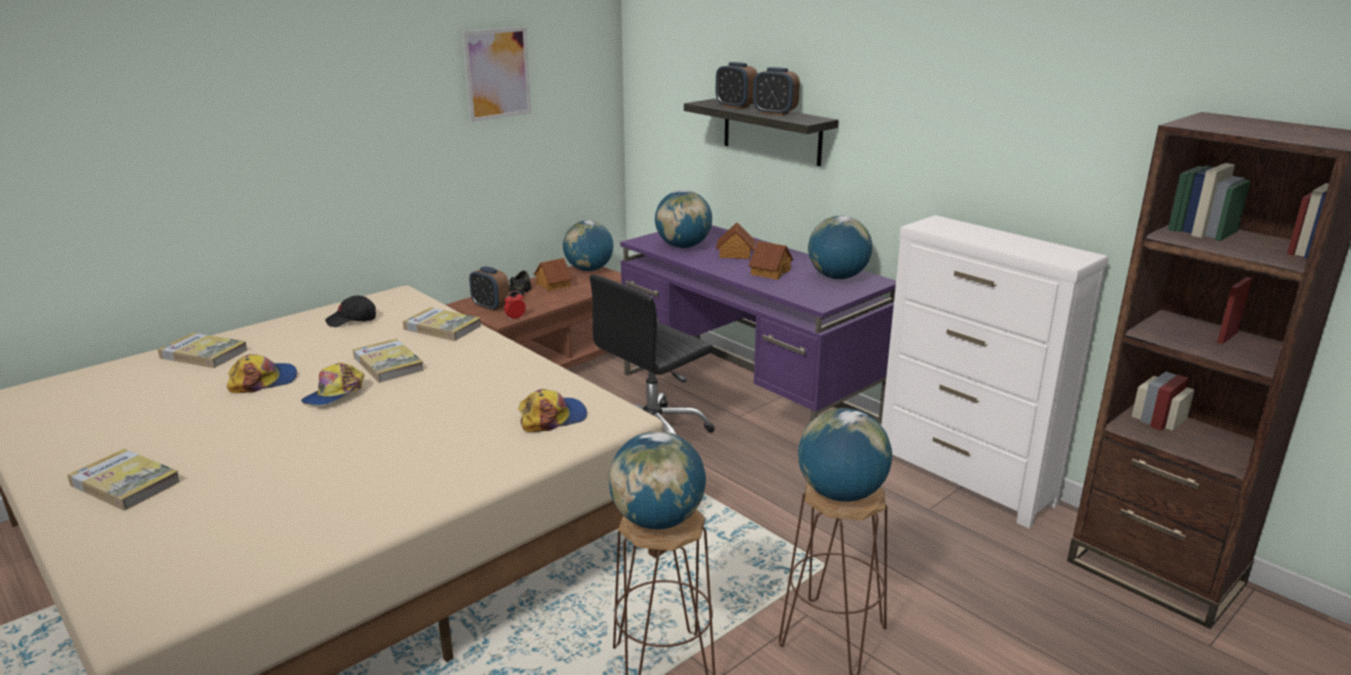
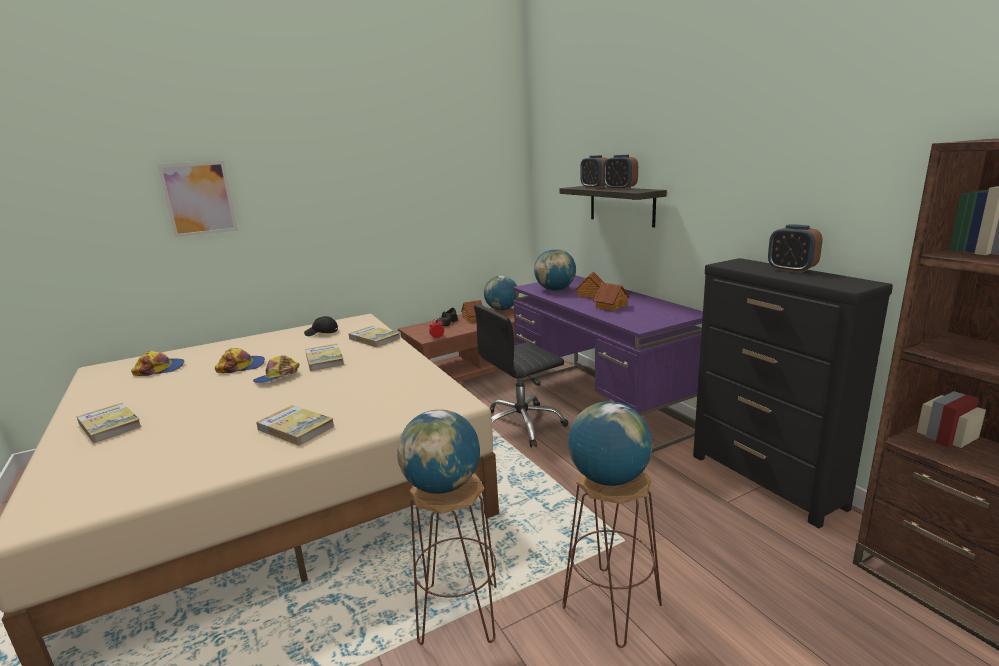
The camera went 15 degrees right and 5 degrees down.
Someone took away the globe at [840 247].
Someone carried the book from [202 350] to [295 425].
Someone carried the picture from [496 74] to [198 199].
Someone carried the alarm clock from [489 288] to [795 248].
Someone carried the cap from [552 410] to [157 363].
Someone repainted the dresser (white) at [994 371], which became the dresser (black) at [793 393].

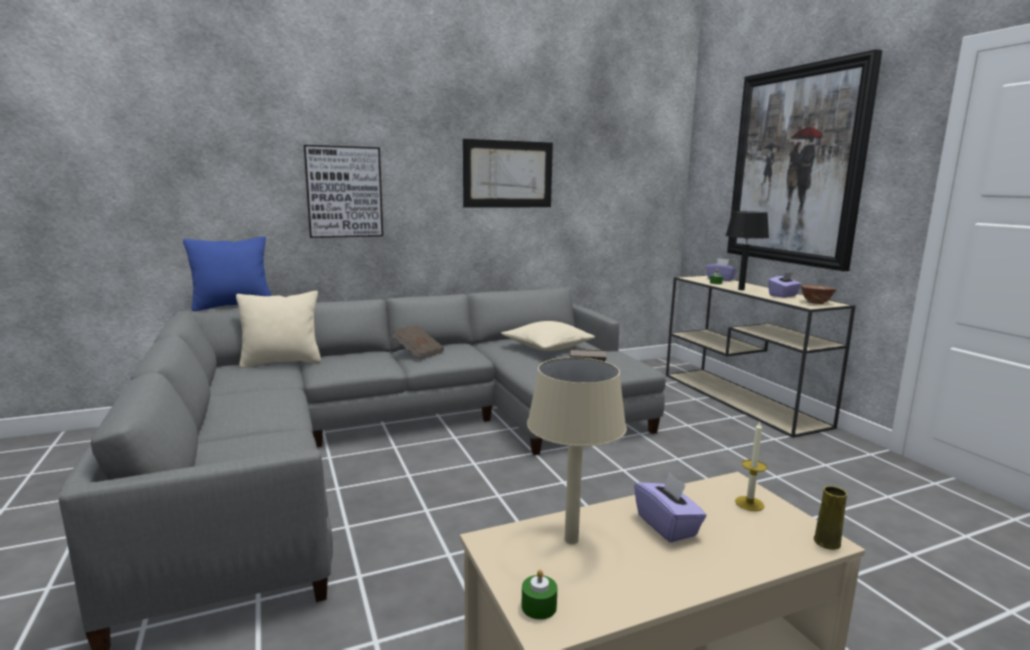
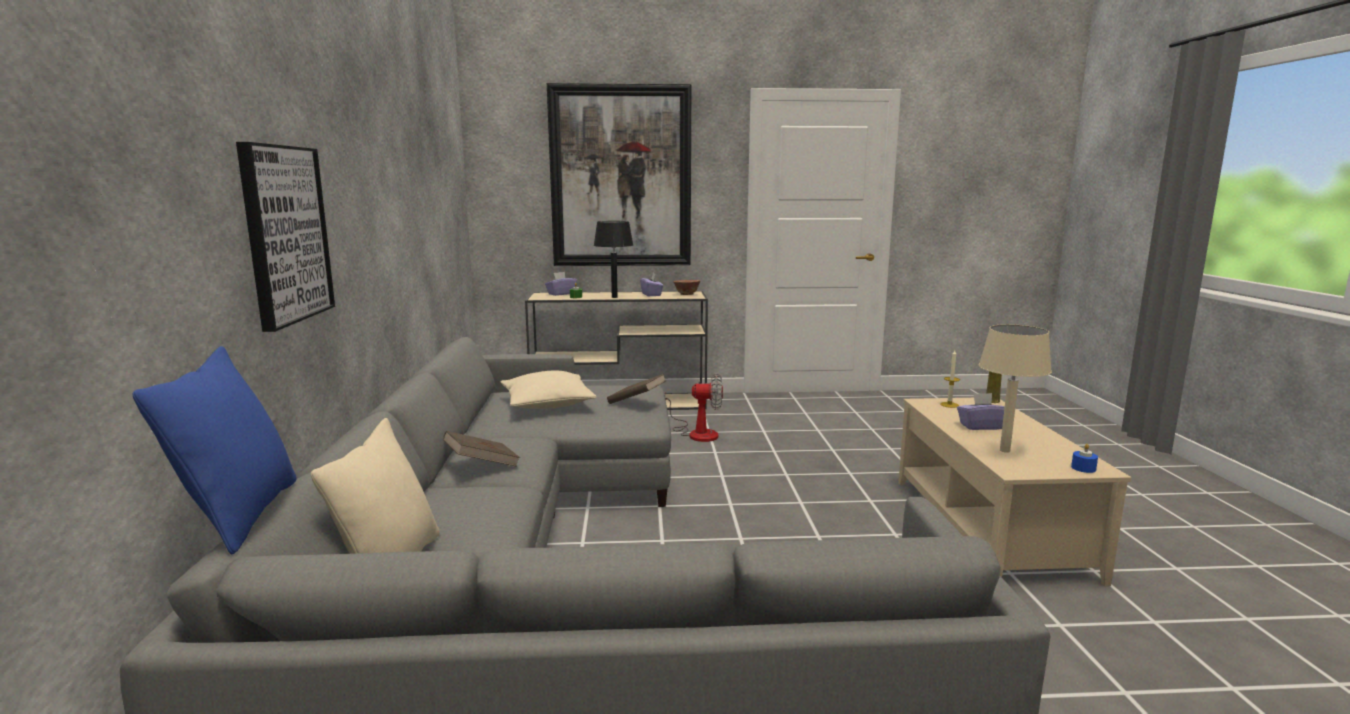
The camera went 70 degrees left and 0 degrees up.
Someone took away the picture at [508 173].
Someone put down the fan at [693 407].
Someone repainted the candle (green) at [539 594], which became the candle (blue) at [1084 458].

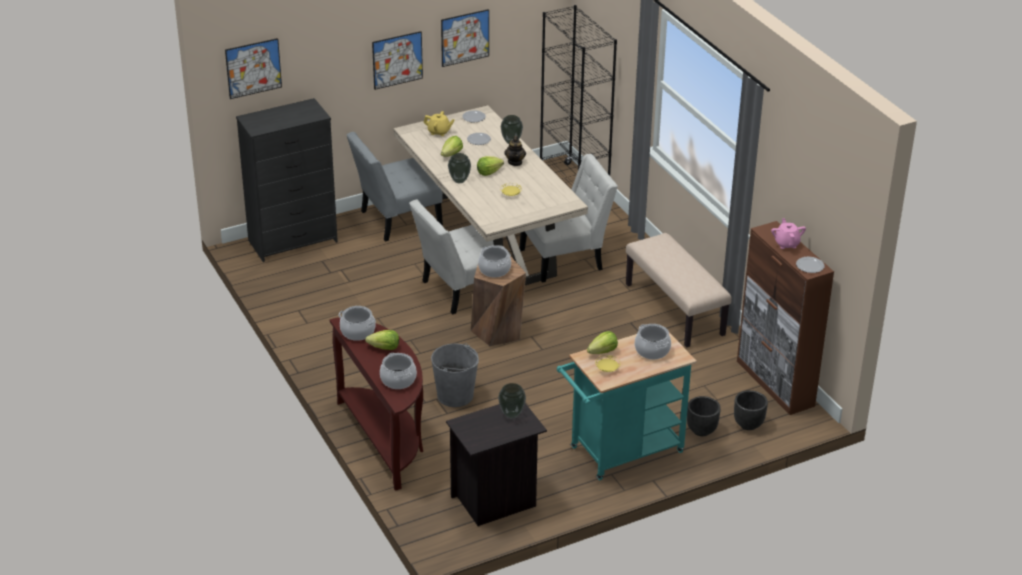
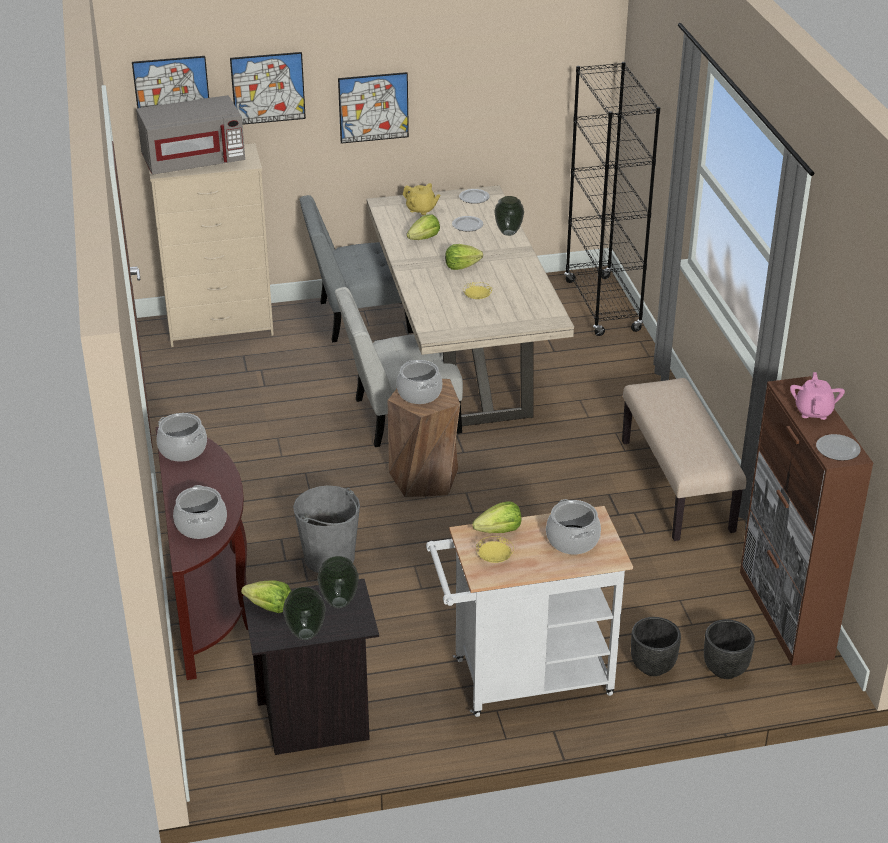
The camera went 15 degrees right and 0 degrees up.
Someone took away the teapot at [515 151].
Someone took away the chair (white) at [568 218].
Someone put down the microwave (grey) at [190 135].
Someone carried the lettuce from [382 340] to [266 596].
Someone carried the picture from [465 38] to [268 88].
Someone carried the vase from [459 168] to [304 613].
Someone repainted the dresser (black) at [287 180], which became the dresser (beige) at [211 245].
Someone repainted the cart (turquoise) at [627 406], which became the cart (white) at [529 611].

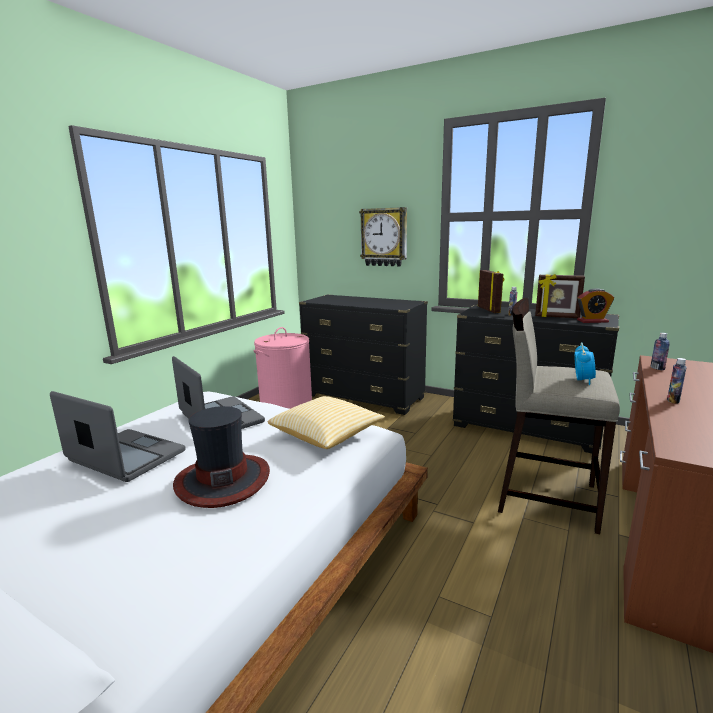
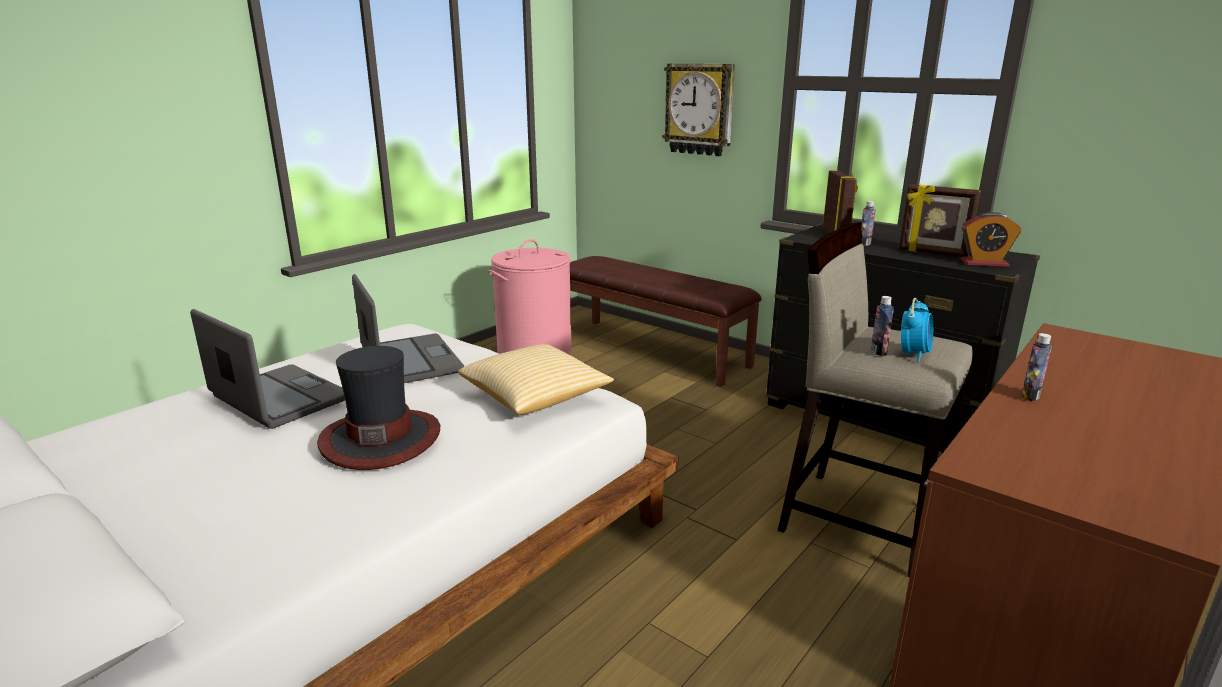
The camera went 10 degrees right and 5 degrees up.
Someone carried the bottle from [660 351] to [882 326].
Someone swapped the dresser (black) at [363 354] for the bench (brown) at [666 321].

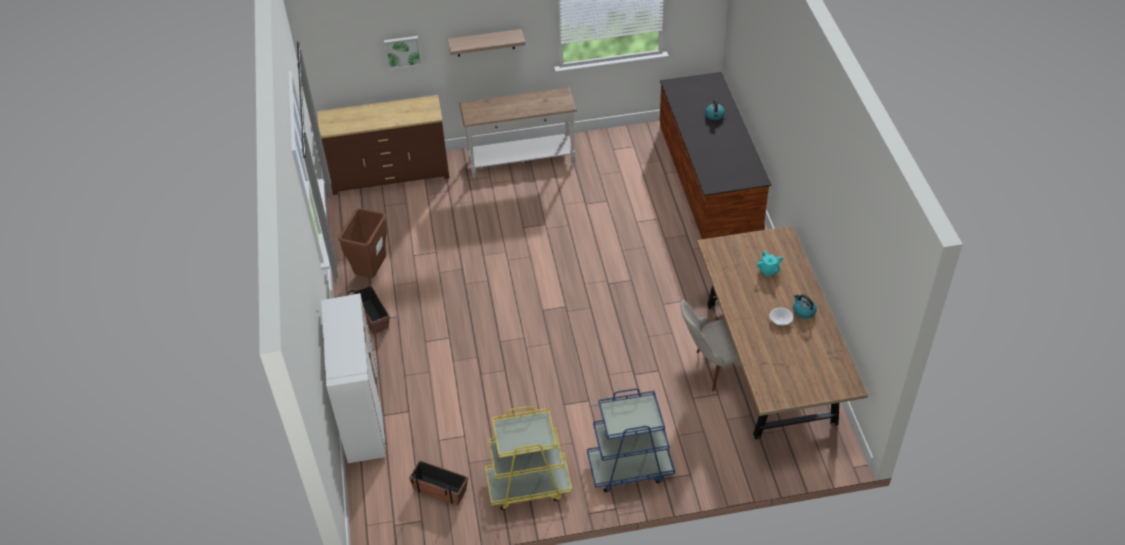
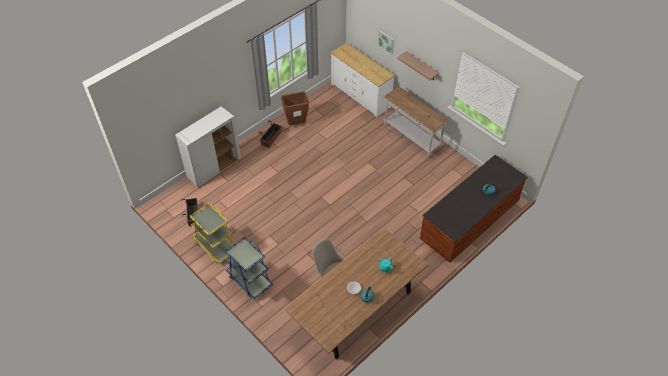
The camera went 55 degrees right and 5 degrees up.
Someone repainted the dresser (brown) at [383 145], which became the dresser (white) at [363 79].

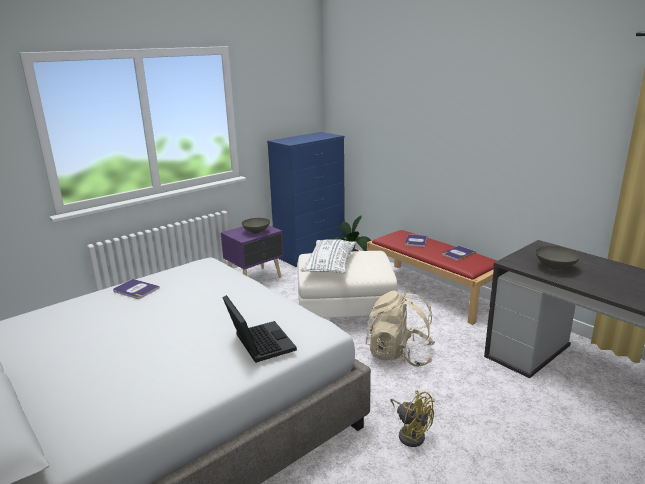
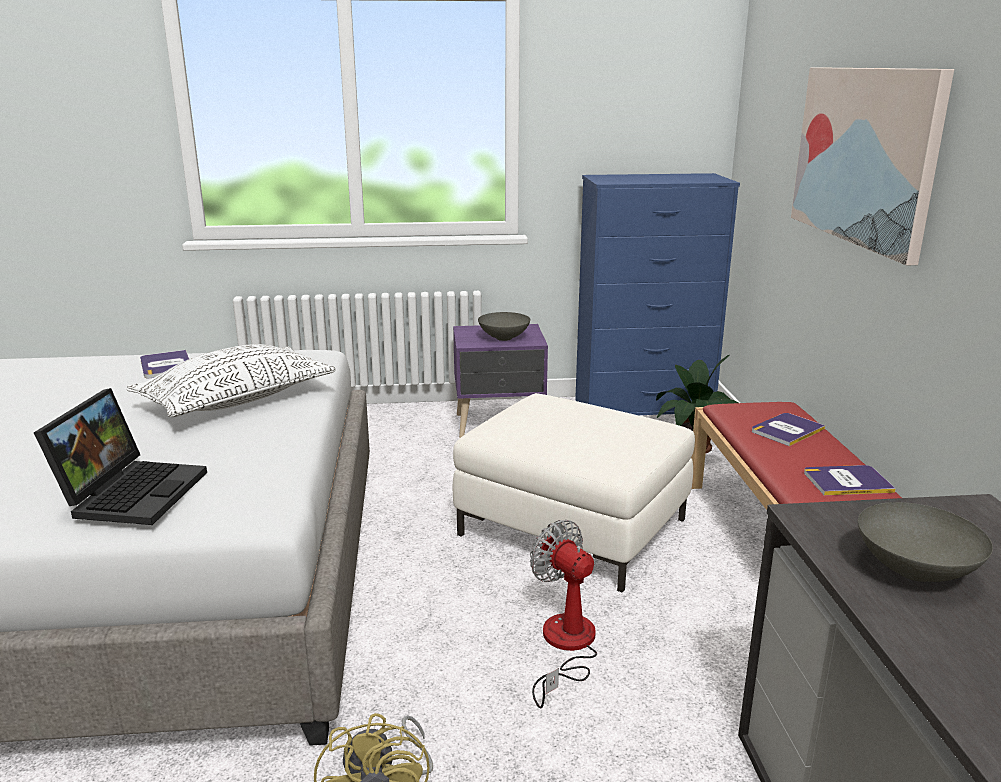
The camera went 35 degrees right and 0 degrees up.
Someone put up the picture at [872 166].
Someone carried the pillow (white) from [328 256] to [231 380].
Someone swapped the backpack (beige) at [400 329] for the fan at [563 614].

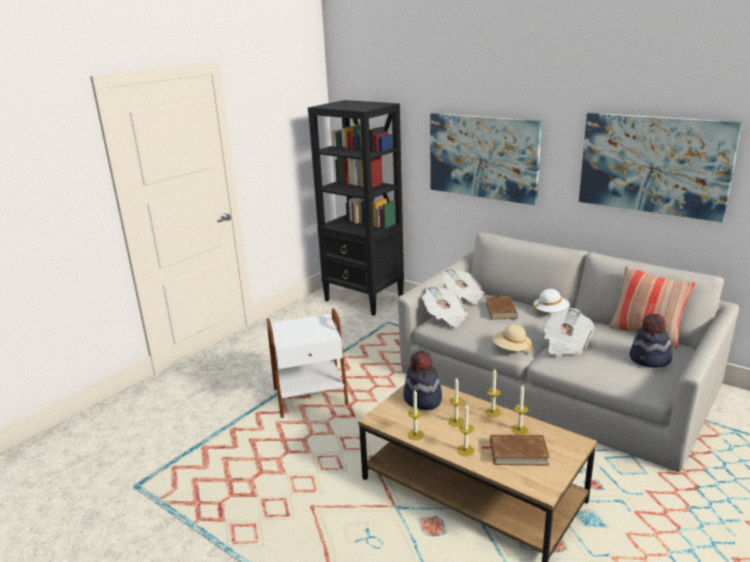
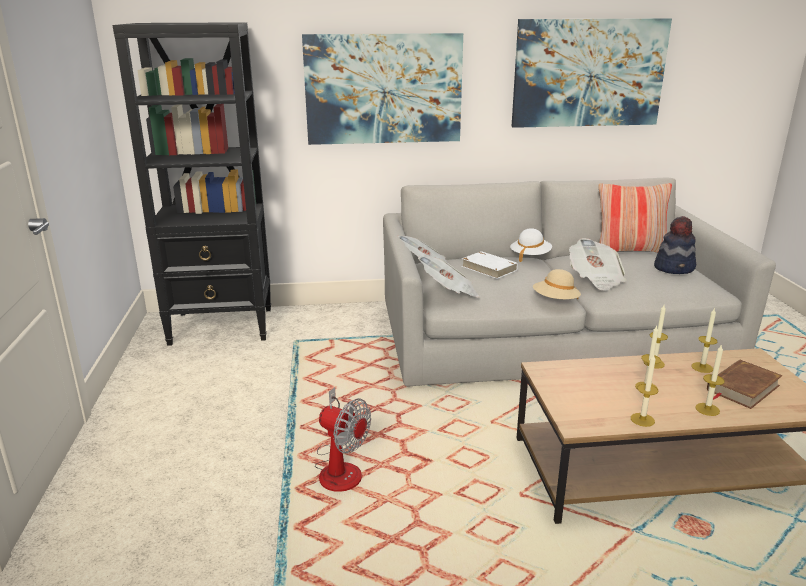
The camera went 45 degrees left and 0 degrees up.
Someone took away the hat at [422 380].
Someone swapped the side table (white) at [308 363] for the fan at [343 439].
Someone repainted the book (brown) at [502 308], which became the book (white) at [489 265].

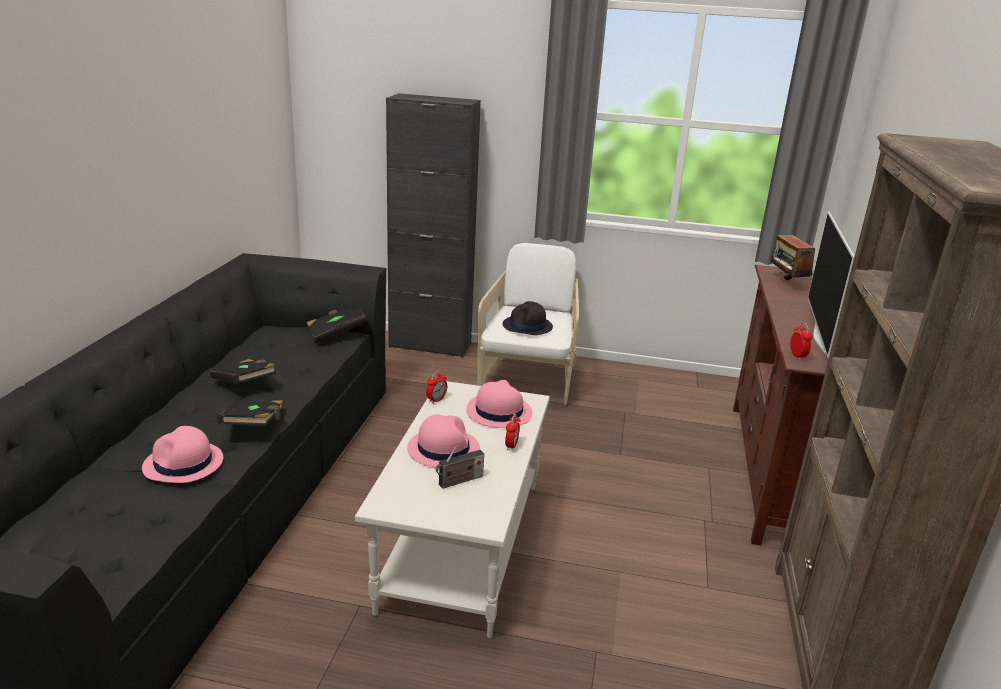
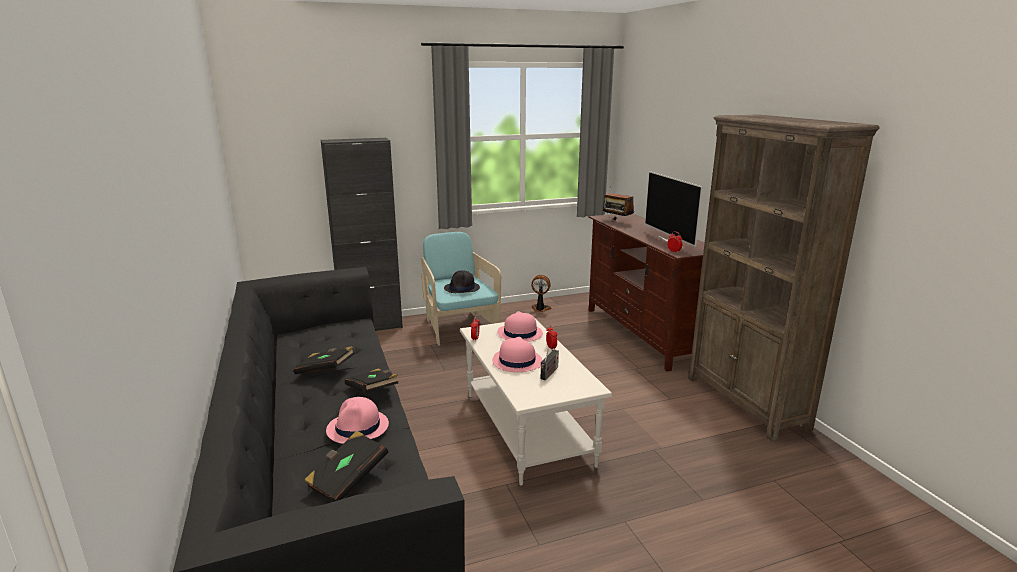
The camera went 30 degrees left and 5 degrees down.
Someone put down the fan at [541 293].
Someone carried the book (black) from [337 325] to [346 466].
Someone repainted the armchair (white) at [528 324], which became the armchair (turquoise) at [461 289].

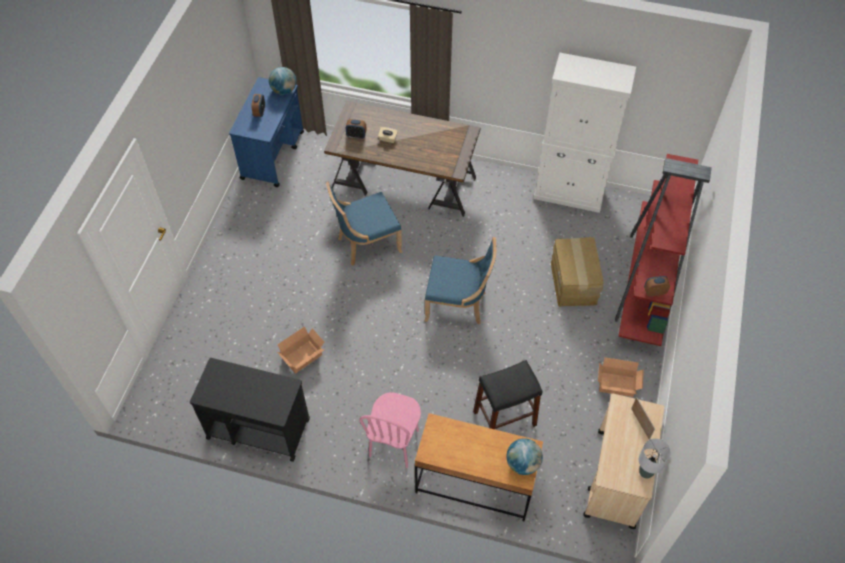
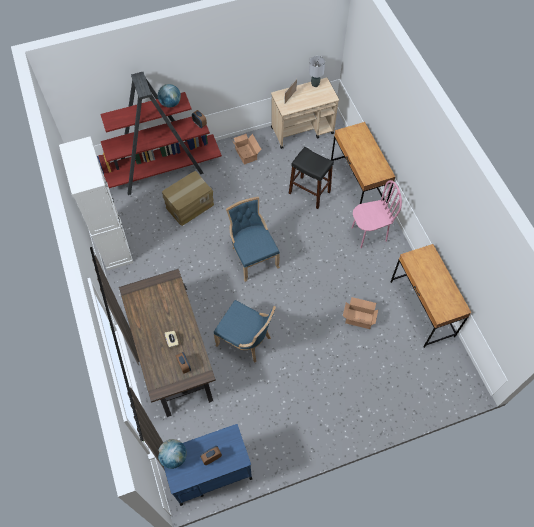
The camera went 125 degrees left and 5 degrees up.
Someone carried the globe from [524 456] to [169 96].
Someone swapped the cart (black) at [250 410] for the desk (brown) at [431 296].

